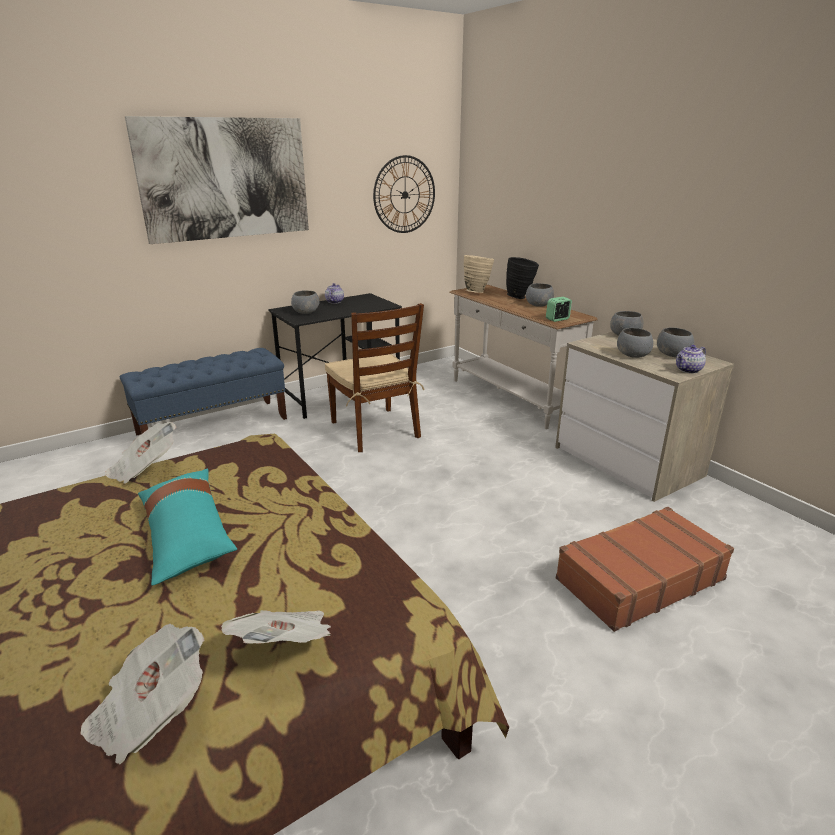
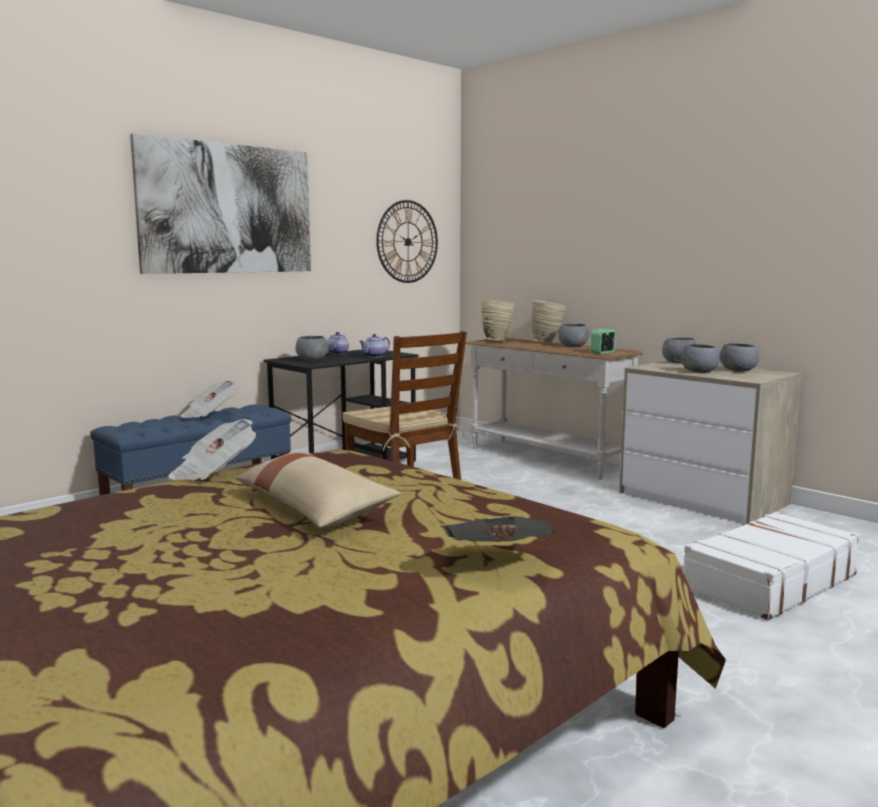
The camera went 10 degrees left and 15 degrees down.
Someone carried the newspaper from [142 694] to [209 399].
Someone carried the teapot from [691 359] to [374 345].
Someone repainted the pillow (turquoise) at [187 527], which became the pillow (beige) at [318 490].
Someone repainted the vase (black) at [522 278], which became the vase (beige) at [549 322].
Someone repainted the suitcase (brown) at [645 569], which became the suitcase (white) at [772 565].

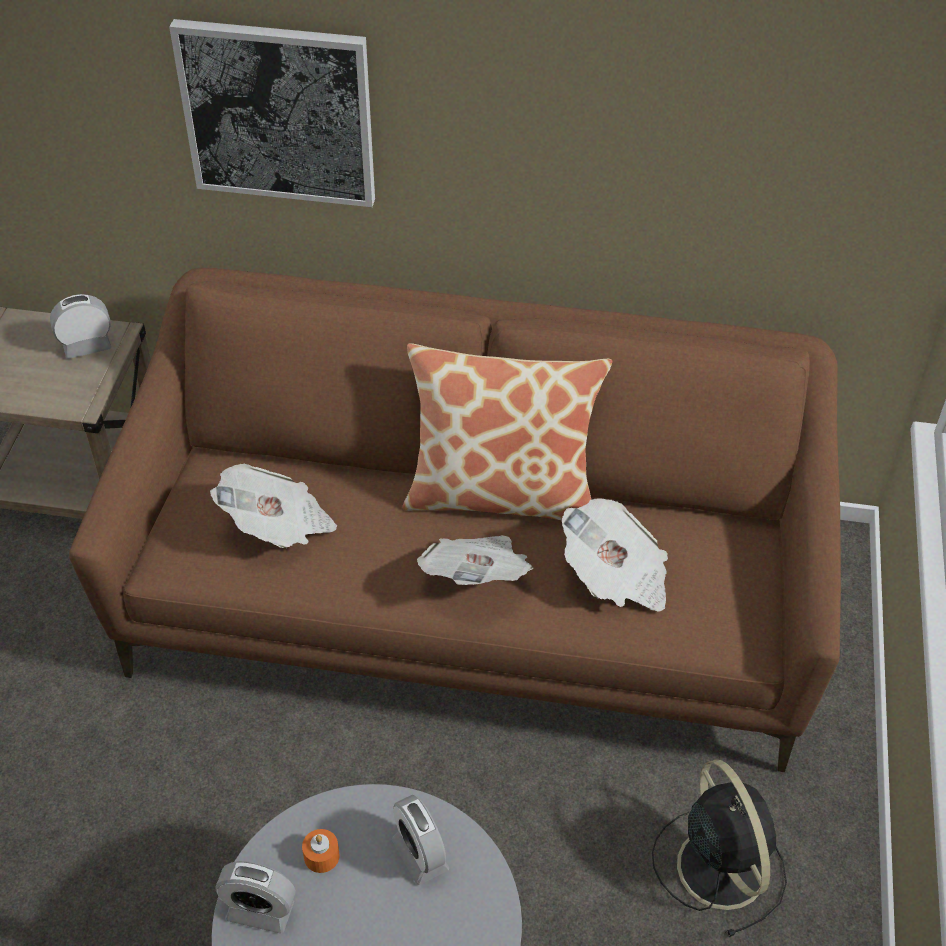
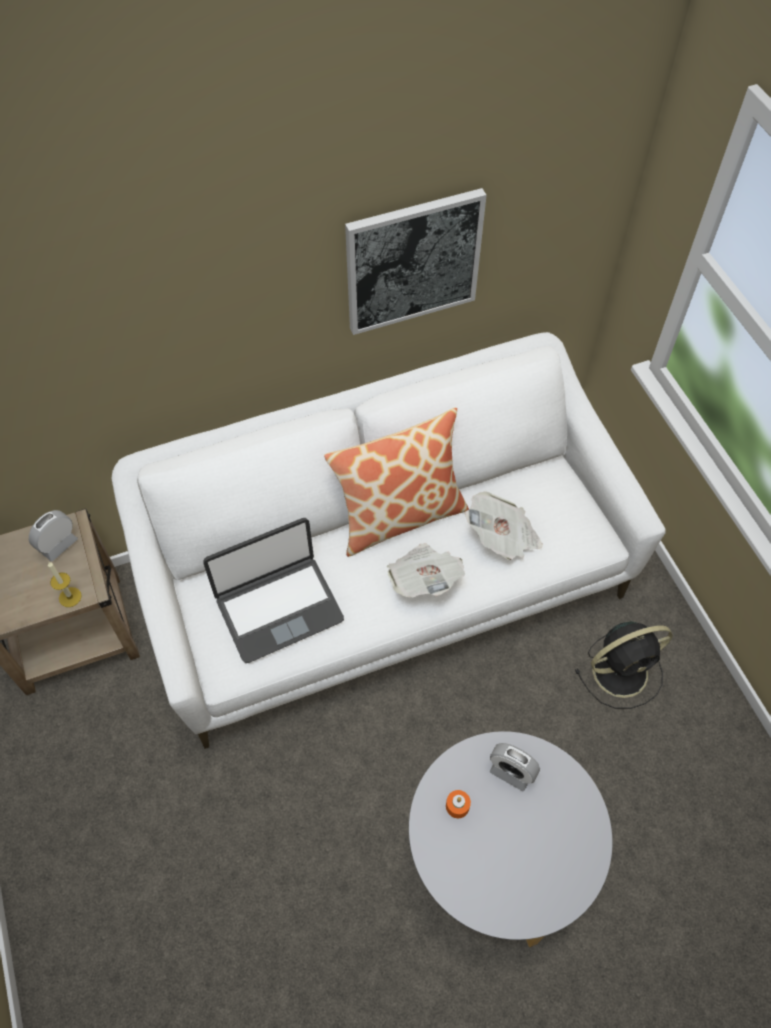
The camera went 30 degrees left and 10 degrees up.
Someone took away the alarm clock at [256 897].
Someone put down the candle at [65 584].
Someone carried the picture from [272 113] to [416 261].
Someone swapped the newspaper at [273 506] for the laptop at [273 590].
Someone repainted the sofa (brown) at [455 520], which became the sofa (white) at [388 540].
Someone rotated the fan (black) at [719 848] by 120 degrees clockwise.

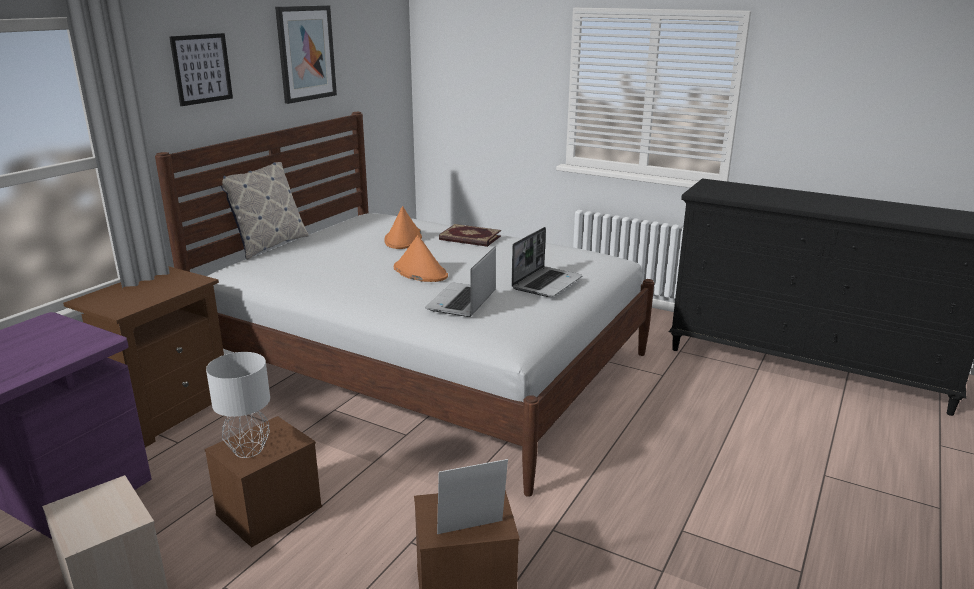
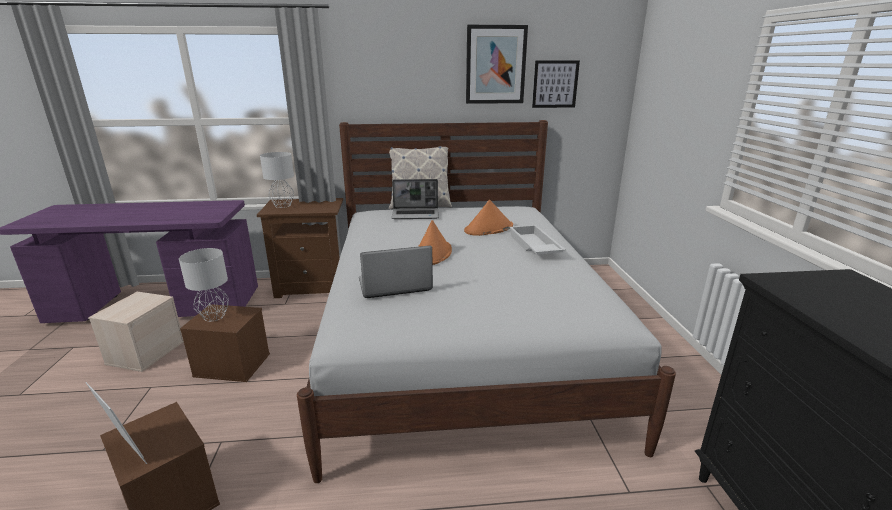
The camera went 55 degrees right and 0 degrees up.
Someone put down the table lamp (grey) at [277 180].
Someone carried the picture from [201 69] to [556 84].
Someone carried the laptop from [547 262] to [415 199].
Someone swapped the book at [470 235] for the tray (white) at [538 239].

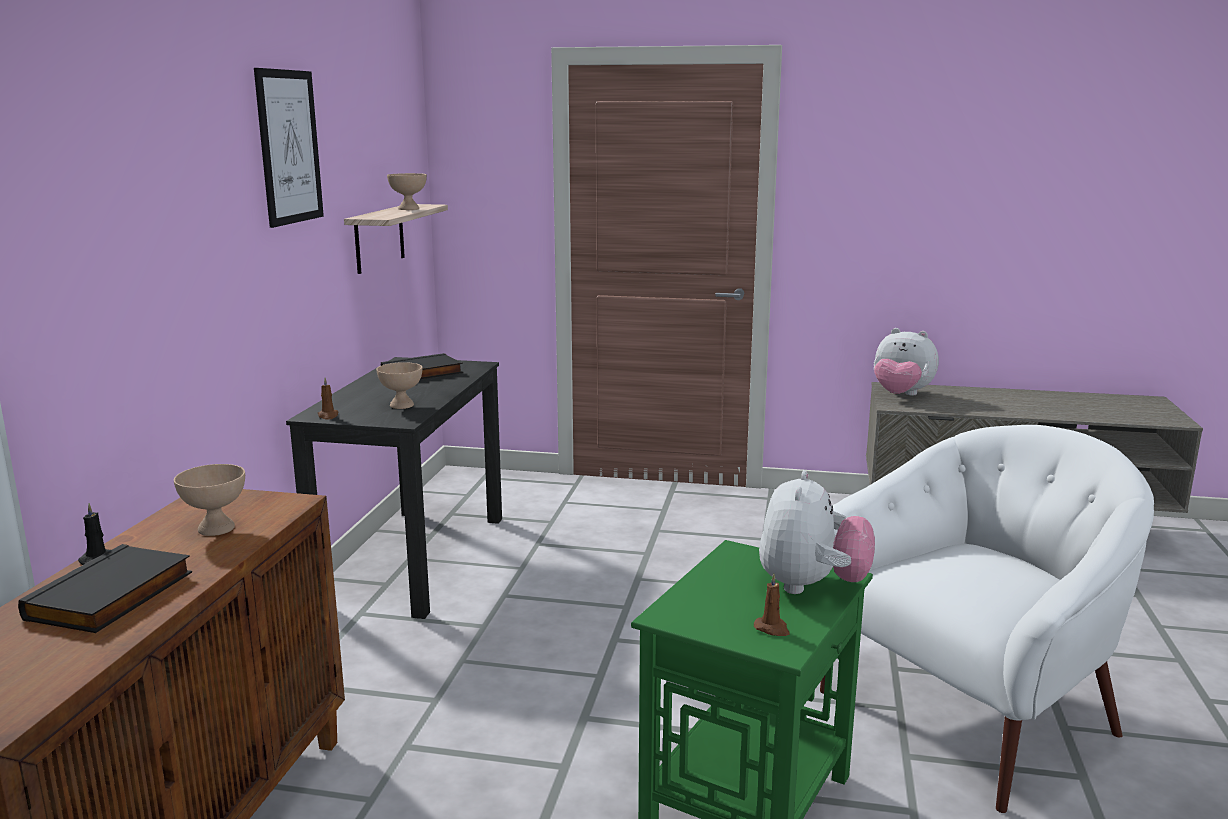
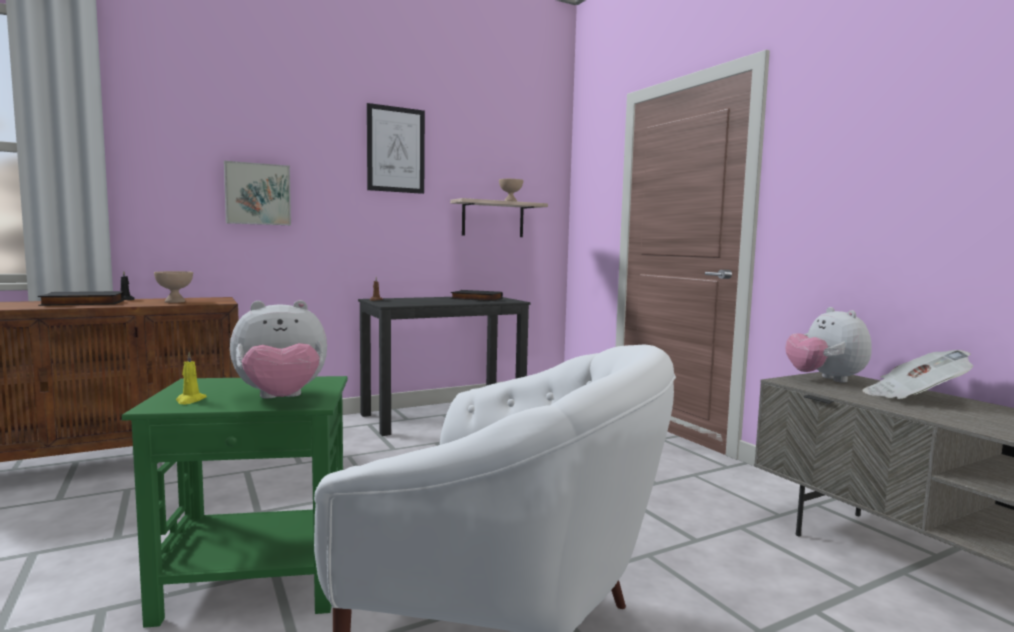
The camera went 50 degrees right and 10 degrees down.
Someone took away the bowl (beige) at [399 385].
Someone put up the picture at [257 193].
Someone put down the newspaper at [917 374].
Someone repainted the candle (brown) at [772 604], which became the candle (yellow) at [191 378].

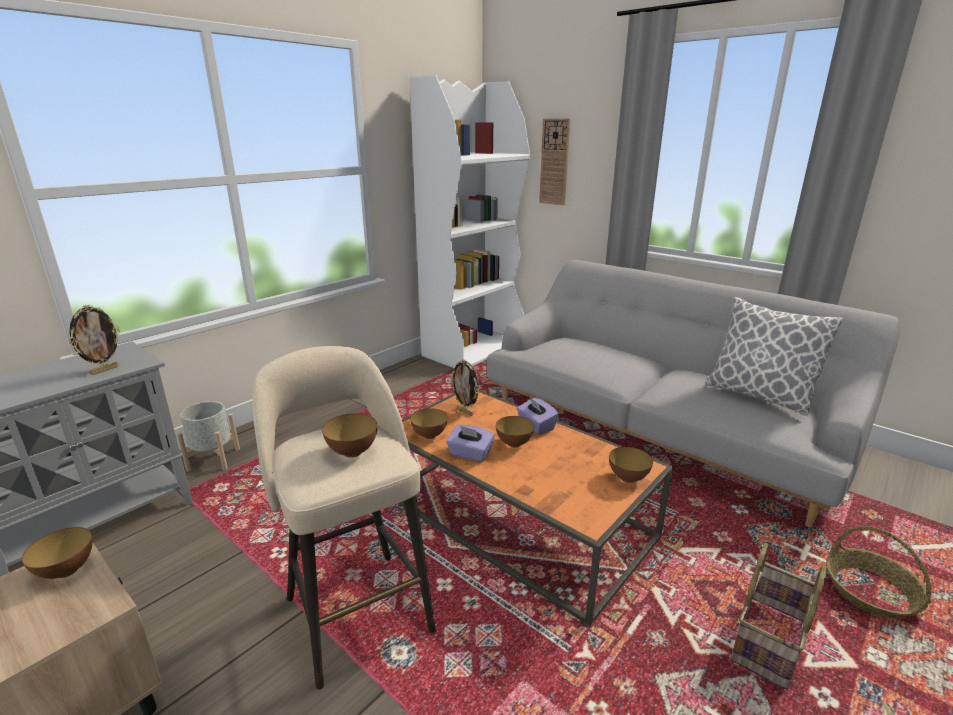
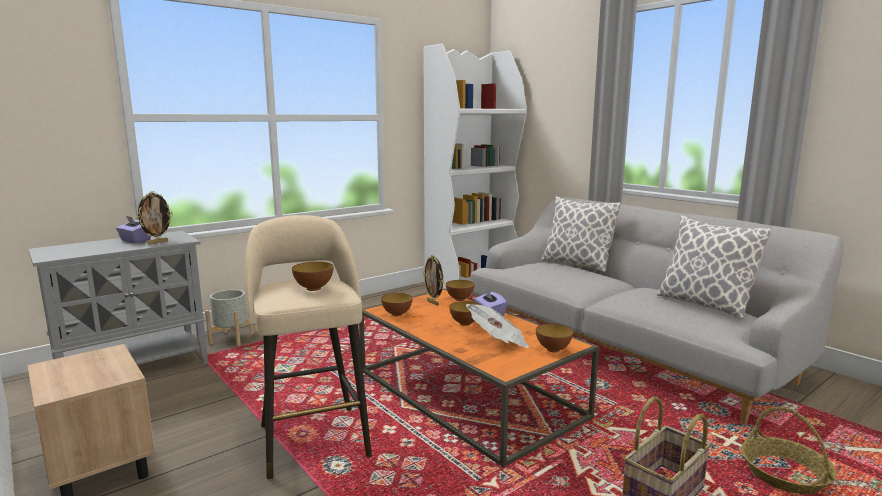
The camera went 10 degrees right and 10 degrees down.
Someone took away the wall clock at [554 161].
Someone put down the newspaper at [497 326].
Someone put down the pillow at [581 234].
Someone carried the bowl from [57 553] to [460 290].
Someone carried the tissue box (purple) from [470 443] to [133 229].

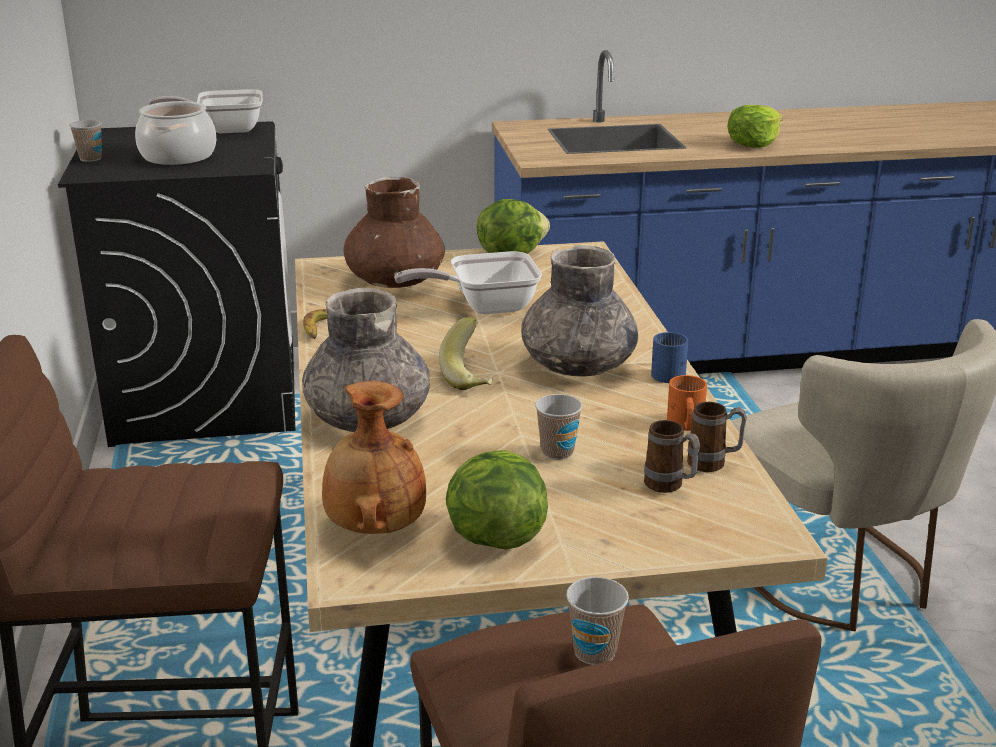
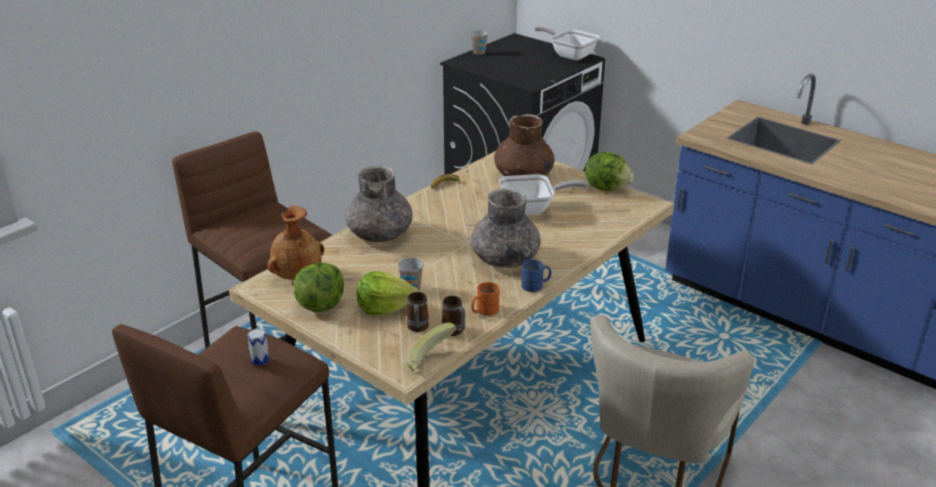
The camera went 50 degrees right and 5 degrees up.
Someone took away the cooking pot at [176 133].
Someone carried the banana from [466 353] to [432 348].
Someone carried the lettuce from [754 126] to [388 293].
Someone swapped the cup at [597 621] for the can at [258 347].
Someone rotated the frying pan at [468 282] by 135 degrees clockwise.

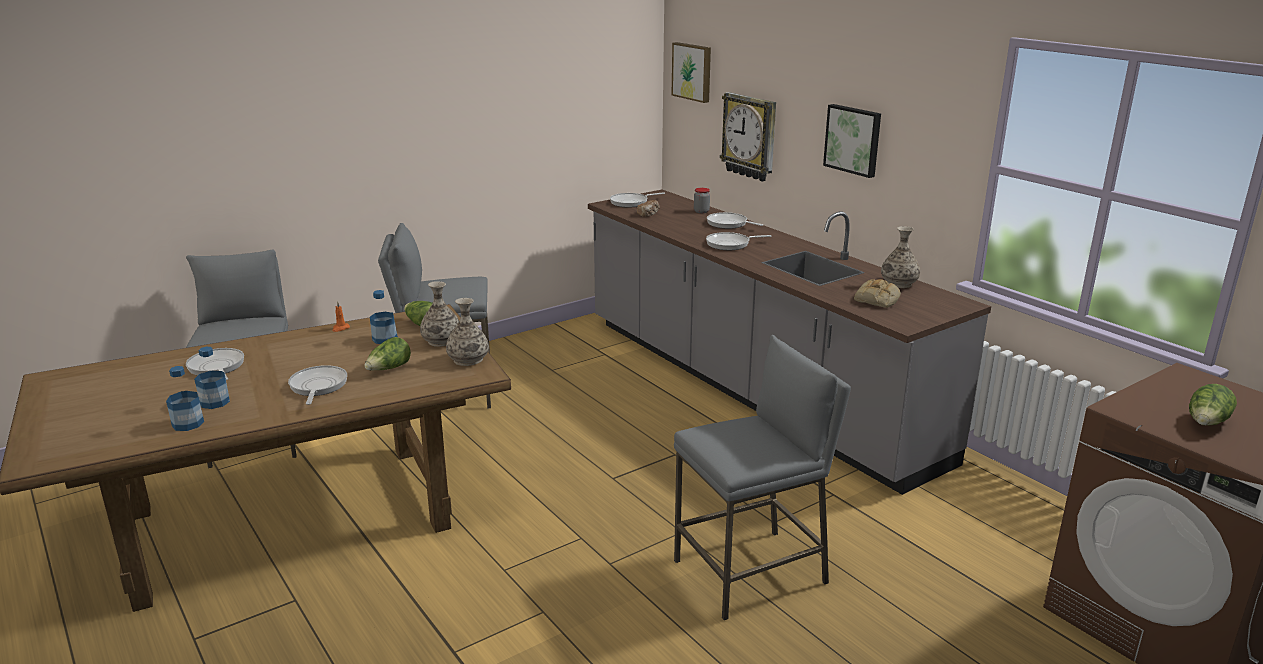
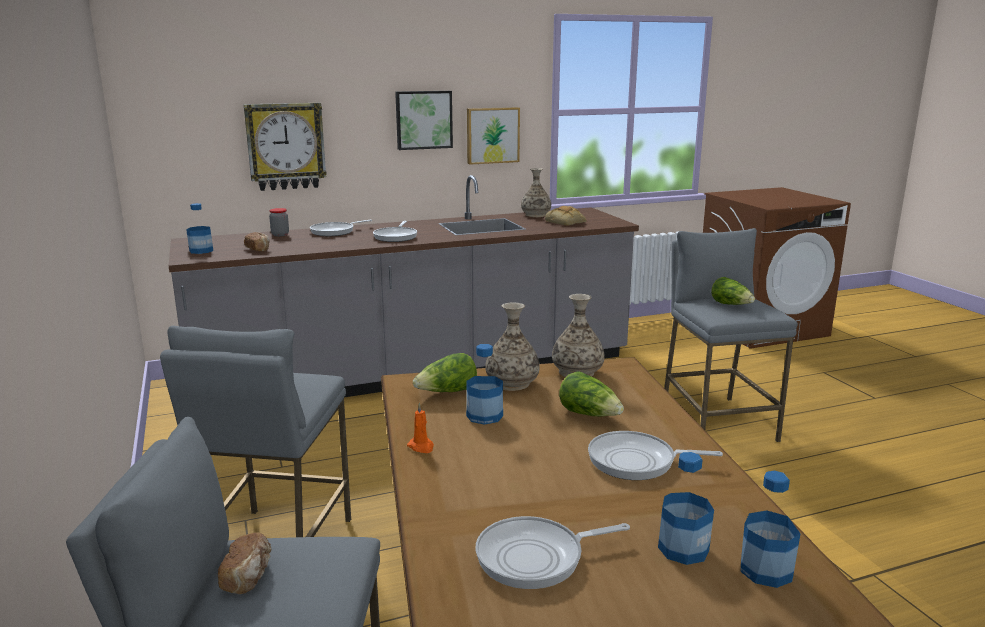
The camera went 75 degrees left and 5 degrees down.
Someone put down the bread at [244 563].
Someone carried the picture from [691 72] to [493 136].
Someone carried the lettuce from [1213 405] to [733 291].
Someone swapped the frying pan at [637 200] for the bottle at [199 228].

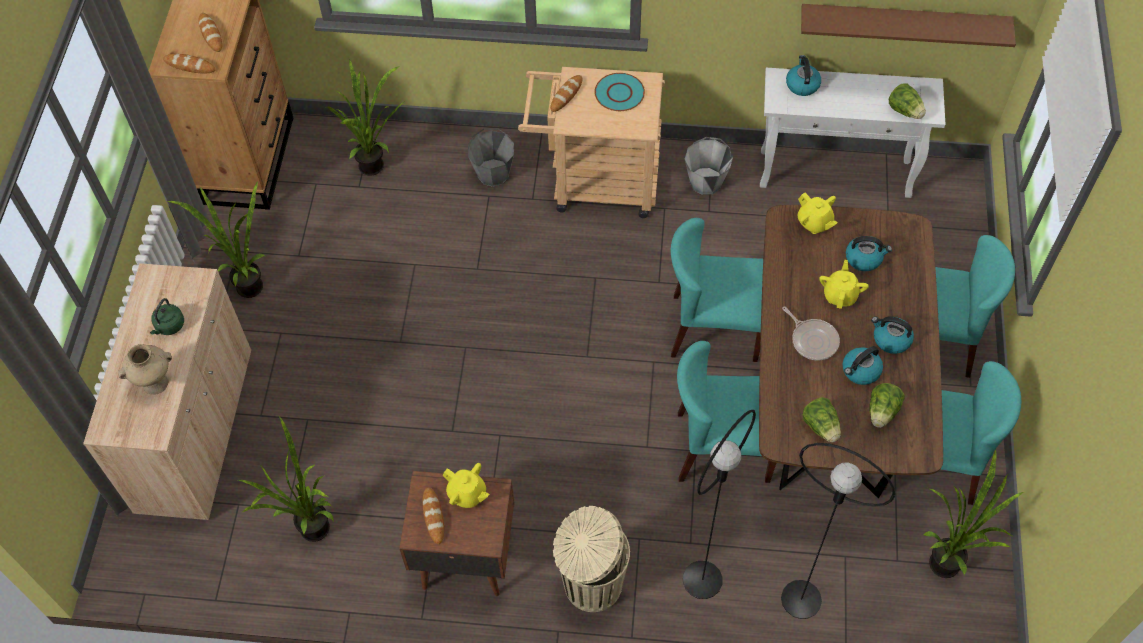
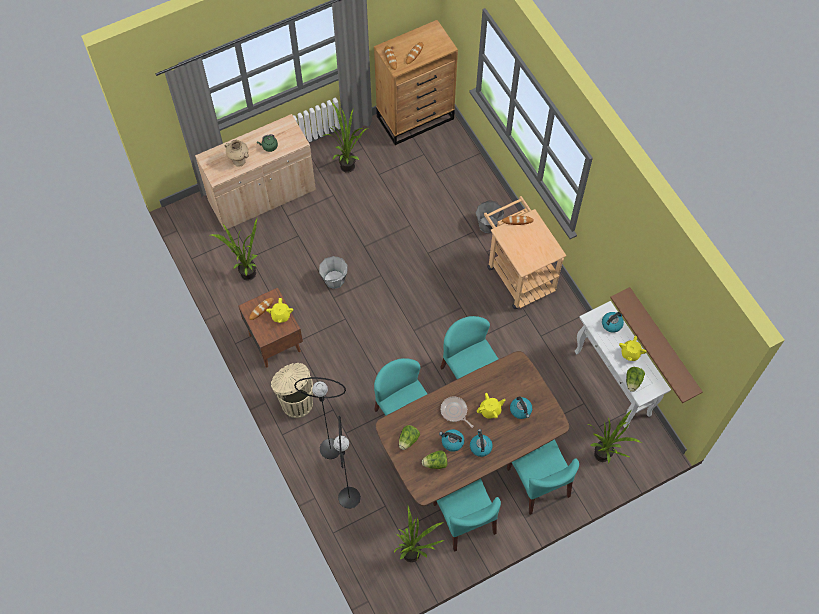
The camera went 55 degrees right and 5 degrees up.
Someone took away the plate (turquoise) at [619 92].
Someone carried the potted plant from [365 117] to [615 436].
Someone carried the bucket (grey) from [709 166] to [333 272].
Someone carried the teapot (yellow) from [817 213] to [633 348].
Someone rotated the frying pan at [811 333] by 120 degrees clockwise.

